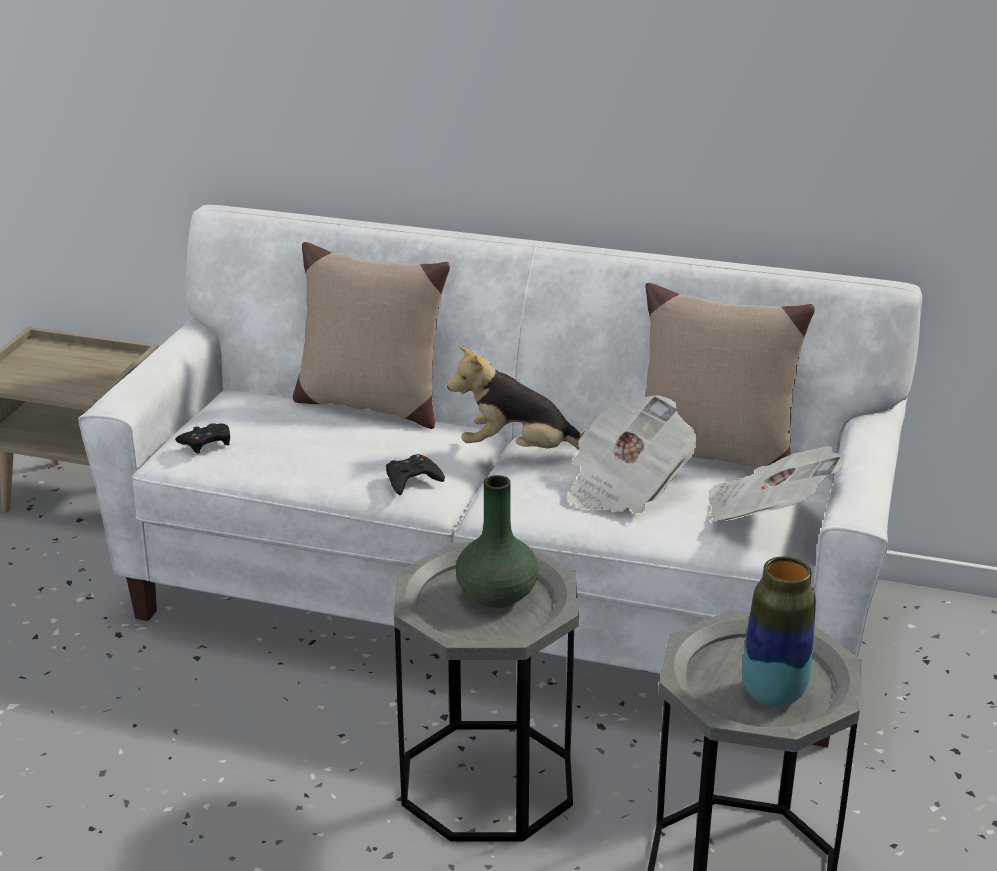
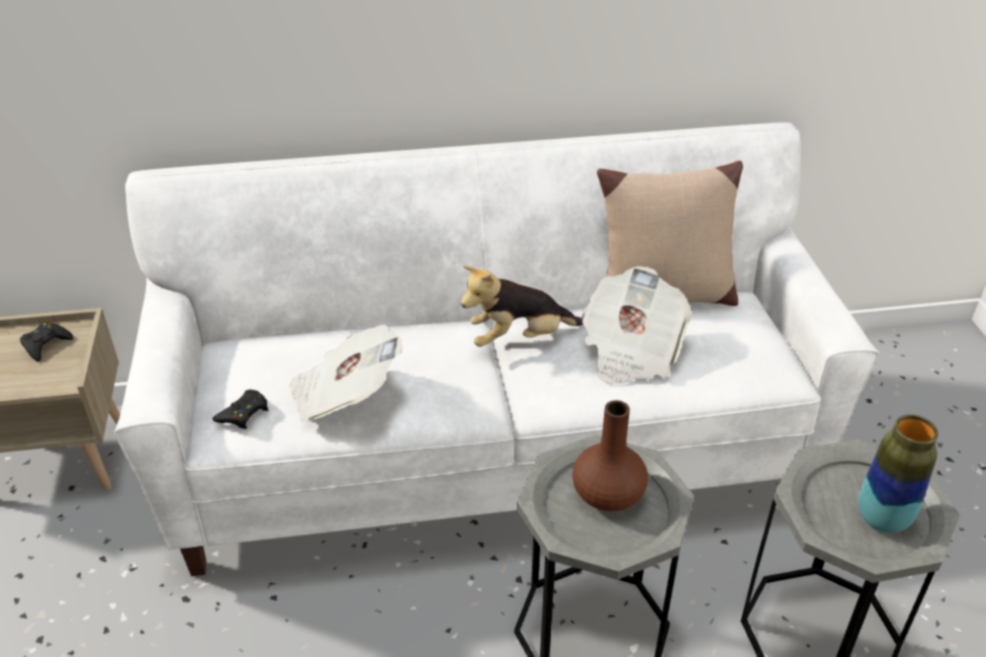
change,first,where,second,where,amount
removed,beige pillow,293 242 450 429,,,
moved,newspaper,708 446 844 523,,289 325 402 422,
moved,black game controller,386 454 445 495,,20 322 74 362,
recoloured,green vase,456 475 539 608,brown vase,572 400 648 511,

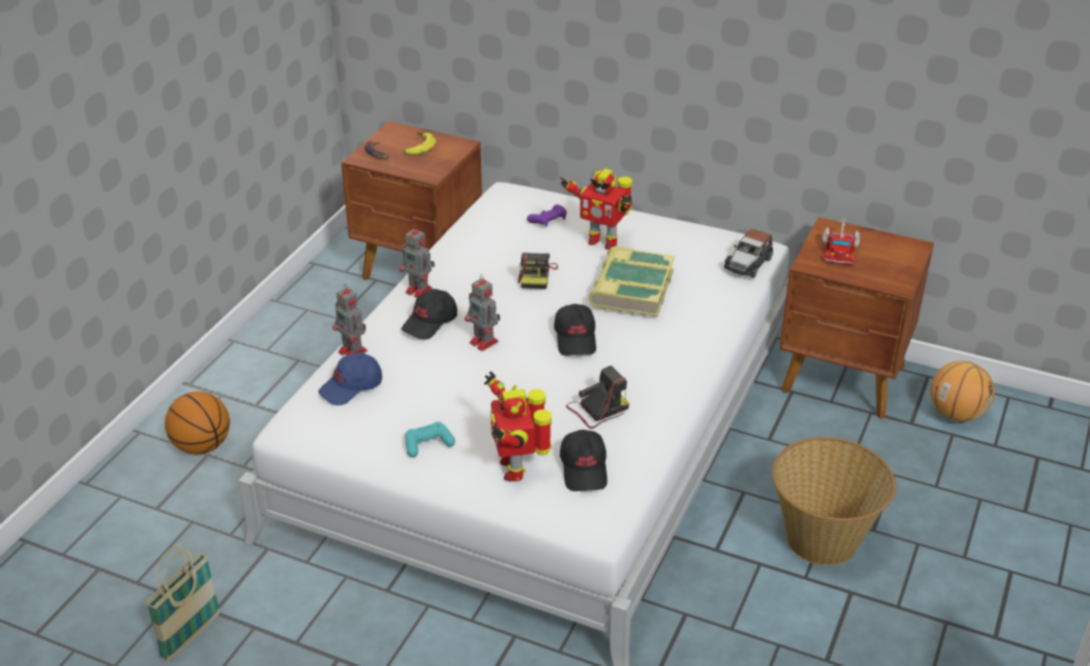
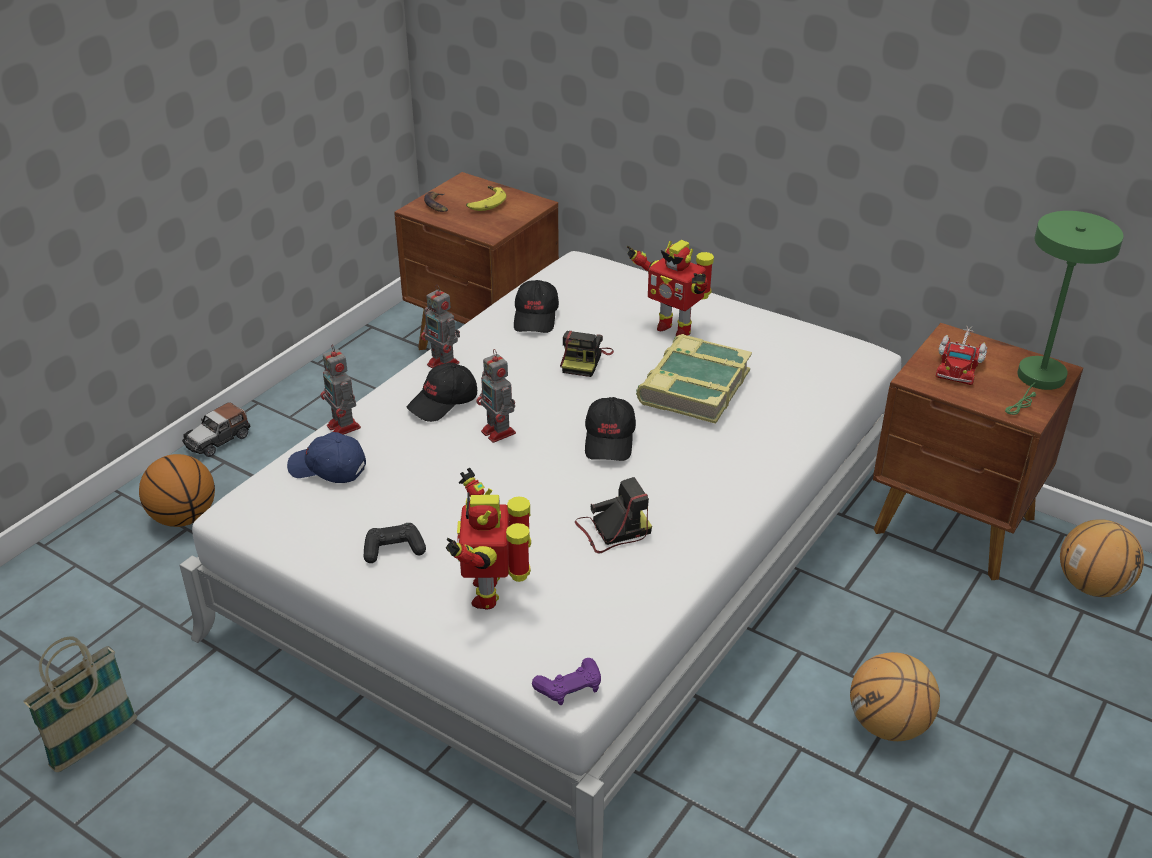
change,first,where,second,where,amount
moved,purple game controller,527 204 567 227,,532 658 601 705,
moved,toy car,724 229 773 278,,182 402 250 457,
turned,blue cap,318 352 382 405,,287 432 366 483,45 degrees clockwise
recoloured,turquoise game controller,405 422 455 457,black game controller,364 523 426 563,
moved,black cap,560 429 607 491,,514 280 559 333,
replaced,basket,772 437 896 565,basketball,850 652 940 741,
added,,,green table lamp,1005 211 1124 415,

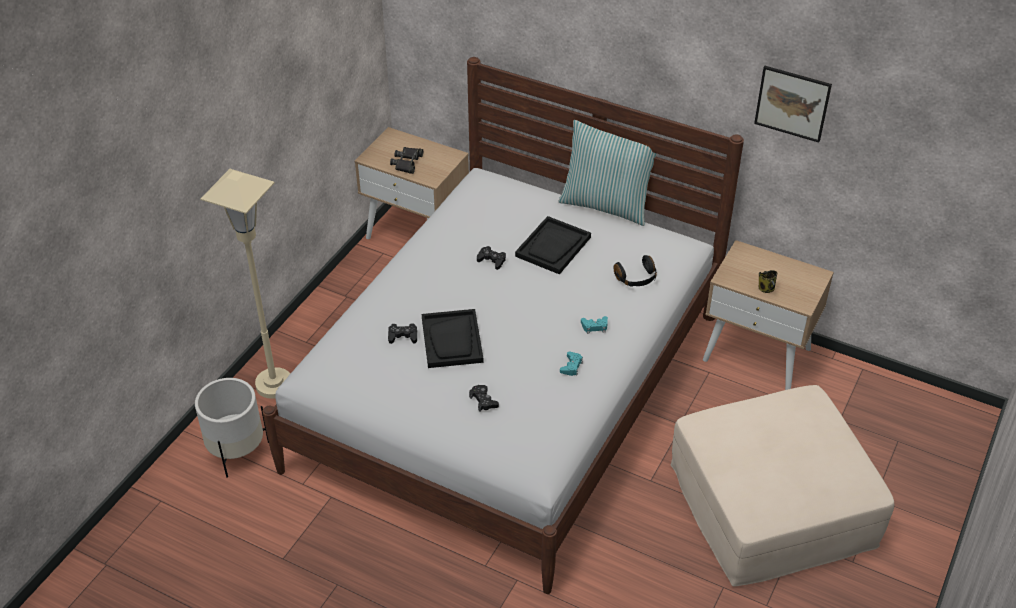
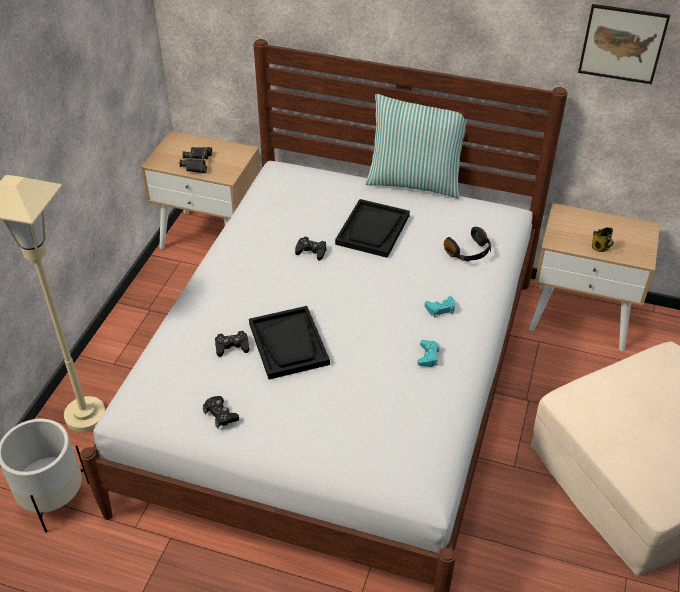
change,first,where,second,where,amount
moved,black game controller,469 385 499 412,,203 396 239 428,

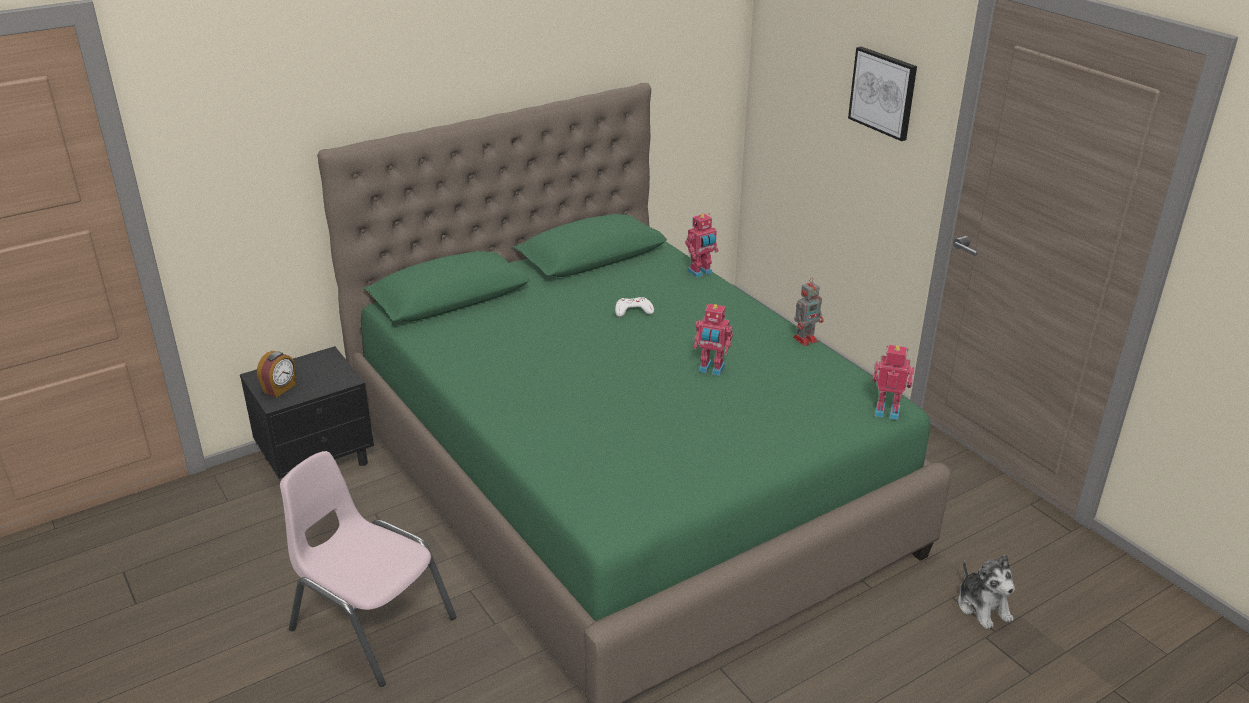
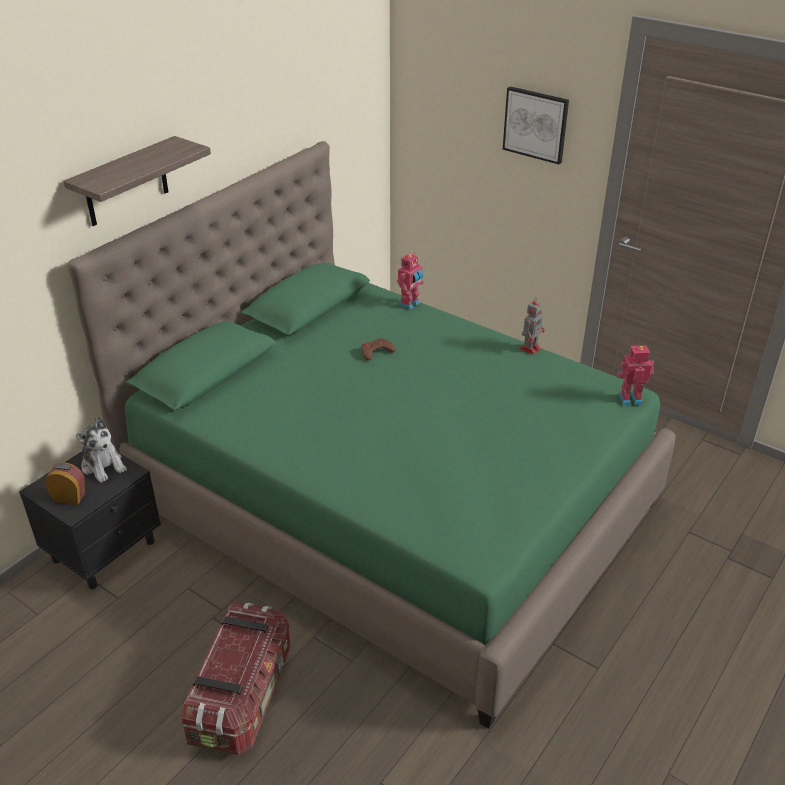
change,first,where,second,where,amount
recoloured,white game controller,615 297 654 317,brown game controller,361 338 396 361,
removed,toy robot,694 304 733 376,,,
turned,alarm clock,257 351 295 398,,45 462 85 505,90 degrees counterclockwise
replaced,pink chair,280 451 456 687,storage box,181 602 291 755,
moved,plush toy,958 554 1015 629,,76 417 127 483,
added,,,shelf,64 136 211 226,

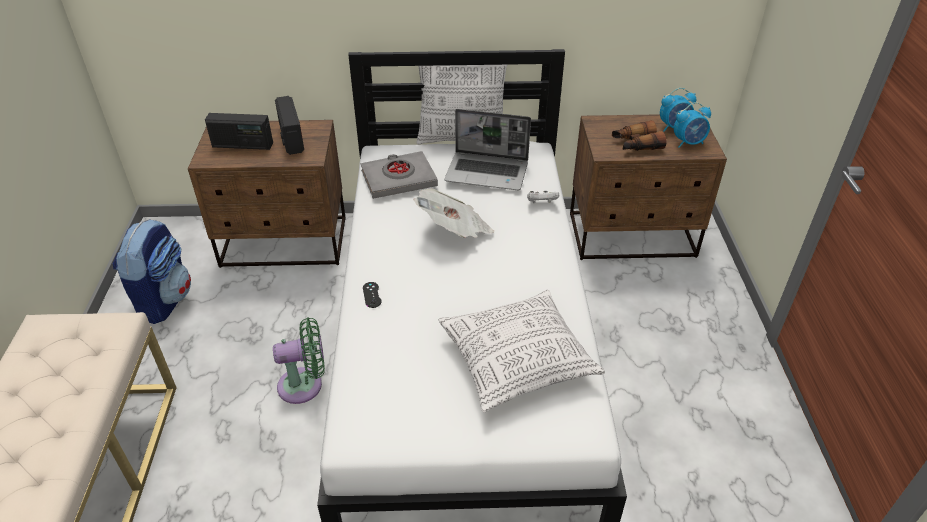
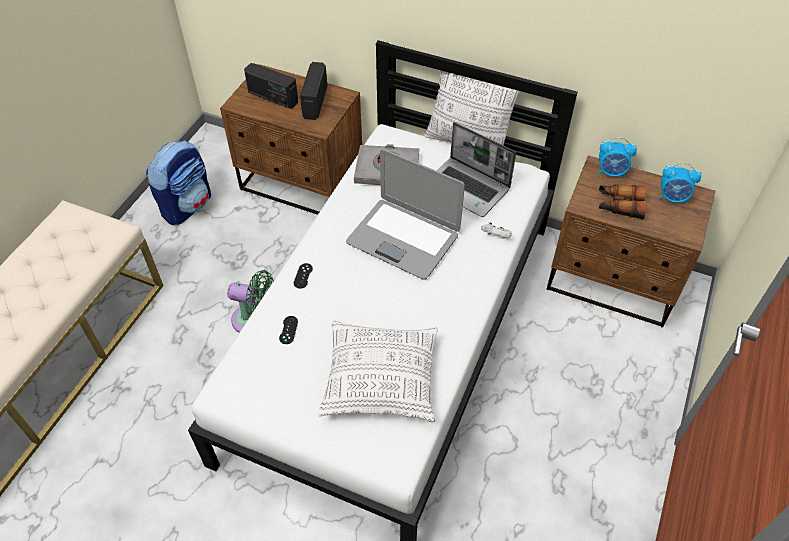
change,first,where,second,where,amount
moved,alarm clock,674 102 711 148,,597 137 637 178,
replaced,newspaper,413 189 494 238,laptop,346 149 465 280,
added,,,black game controller,279 316 298 344,

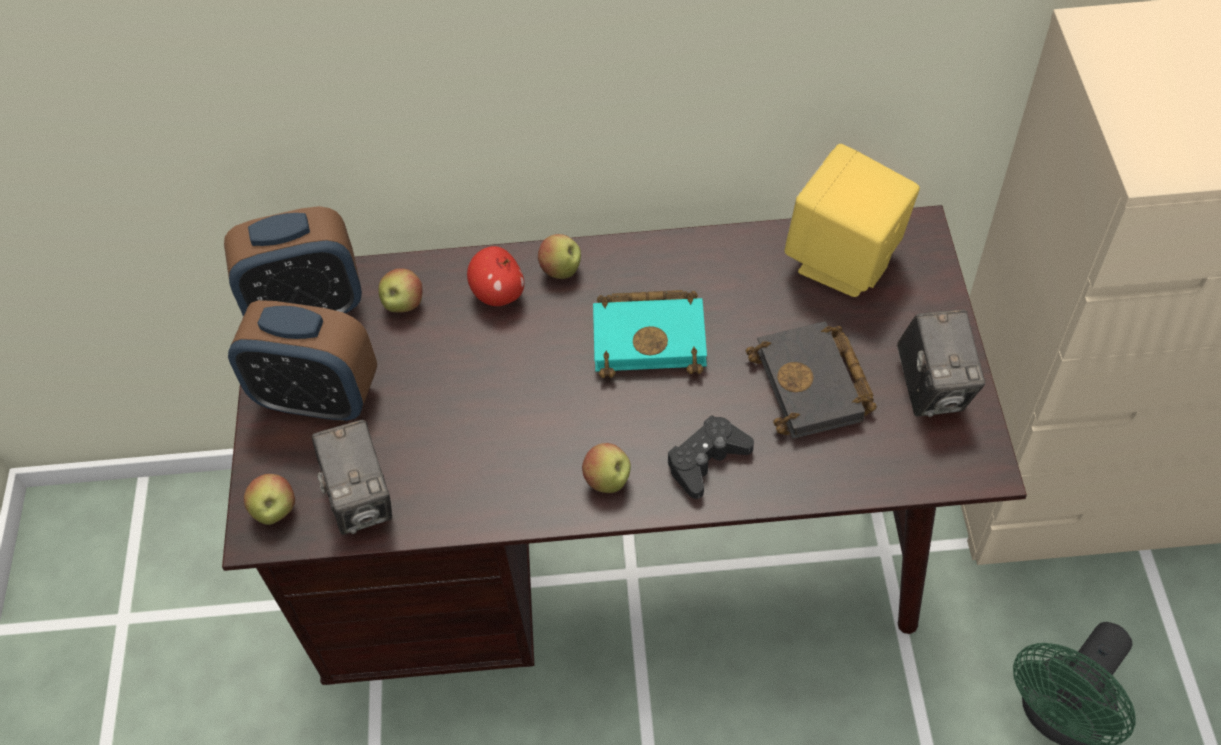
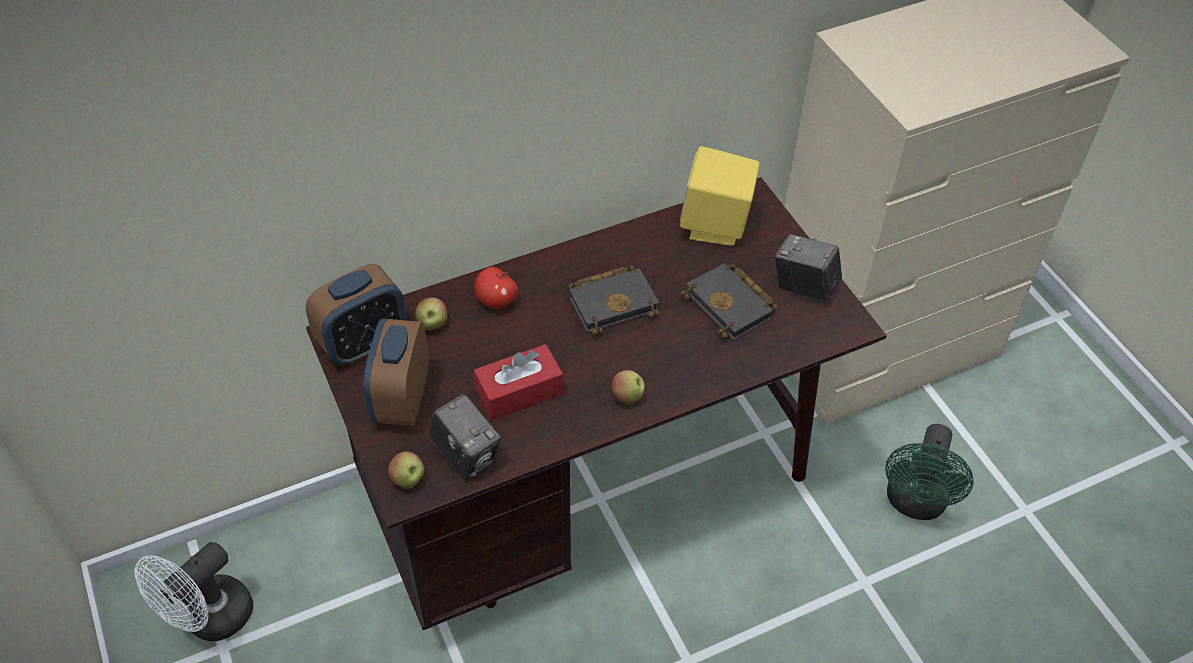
change,first,where,second,where,amount
removed,apple,538 234 581 279,,,
recoloured,turquoise book,593 290 707 378,black book,569 266 659 335,
turned,alarm clock,228 300 377 421,,363 318 429 426,105 degrees clockwise
turned,photo camera,897 309 986 417,,775 234 842 302,150 degrees clockwise
removed,black game controller,667 415 754 499,,,
added,,,red tissue box,473 344 563 420,
added,,,white fan,135 542 253 641,

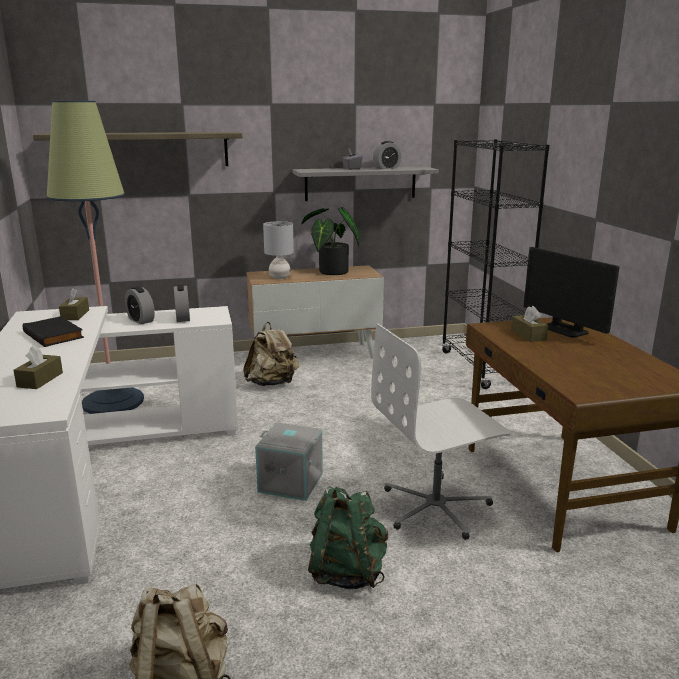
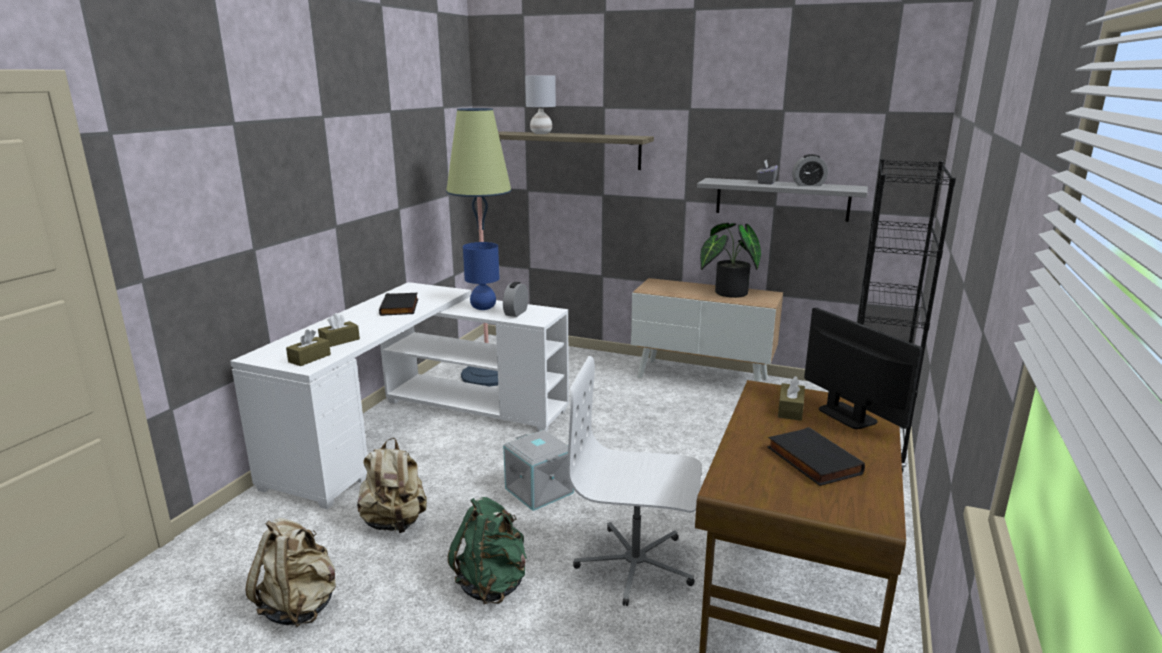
change,first,where,second,where,amount
moved,grey table lamp,263 221 294 279,,525 76 556 134,
turned,monitor,524 247 620 338,,804 307 923 429,150 degrees clockwise
replaced,alarm clock,125 286 155 325,blue table lamp,463 242 500 310,
moved,brown tissue box,59 288 89 320,,286 329 331 366,
moved,beige backpack,243 322 299 386,,357 438 427 533,
added,,,black book,767 427 865 486,

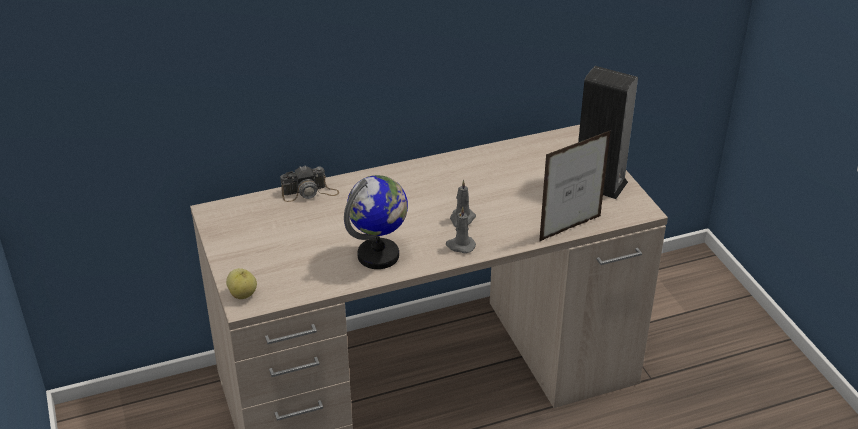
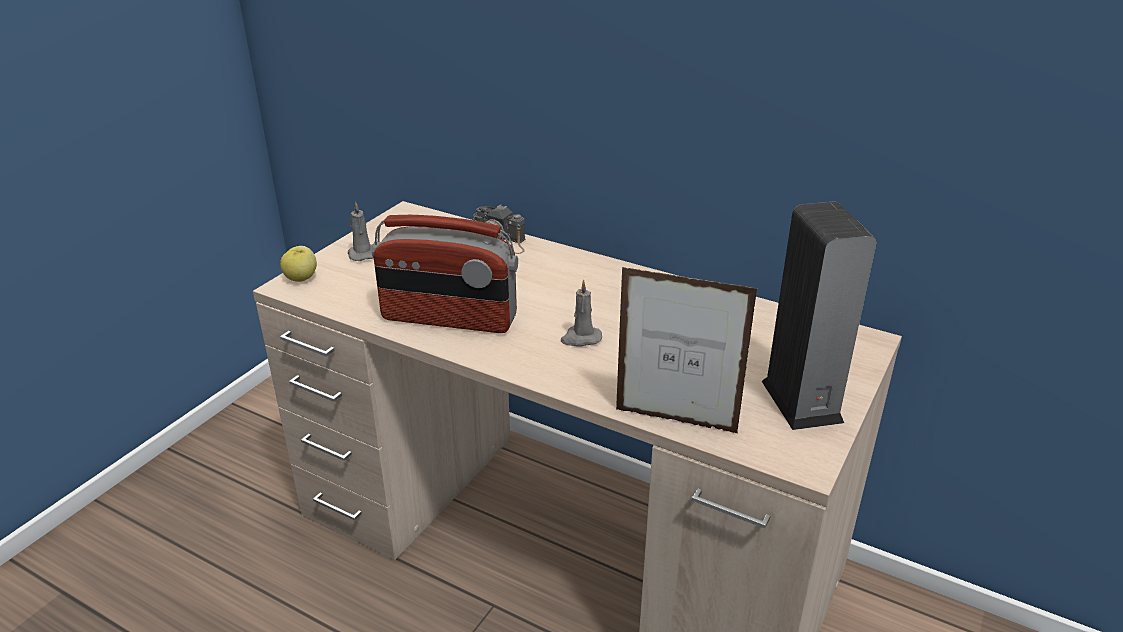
change,first,where,second,where,amount
replaced,globe,344 175 408 269,radio,372 215 518 333,
moved,grey candle,446 207 476 253,,348 201 374 261,

